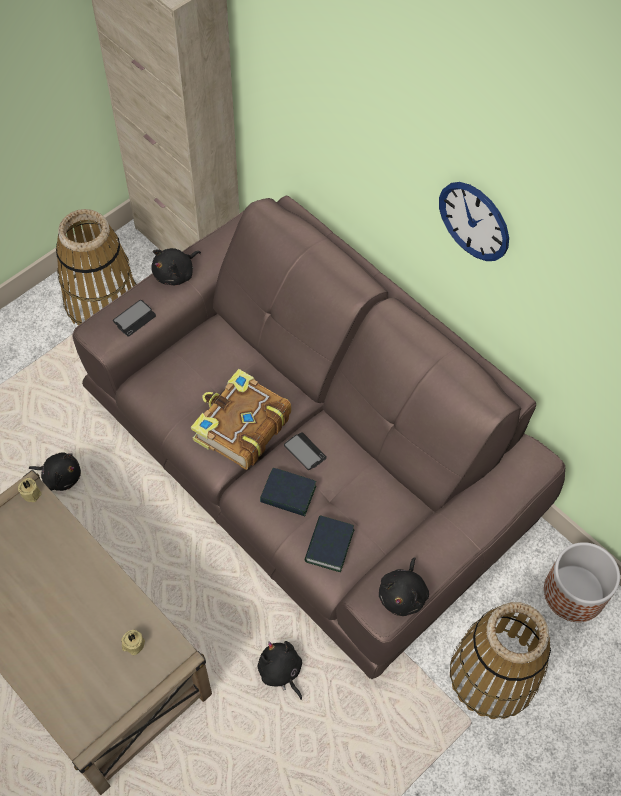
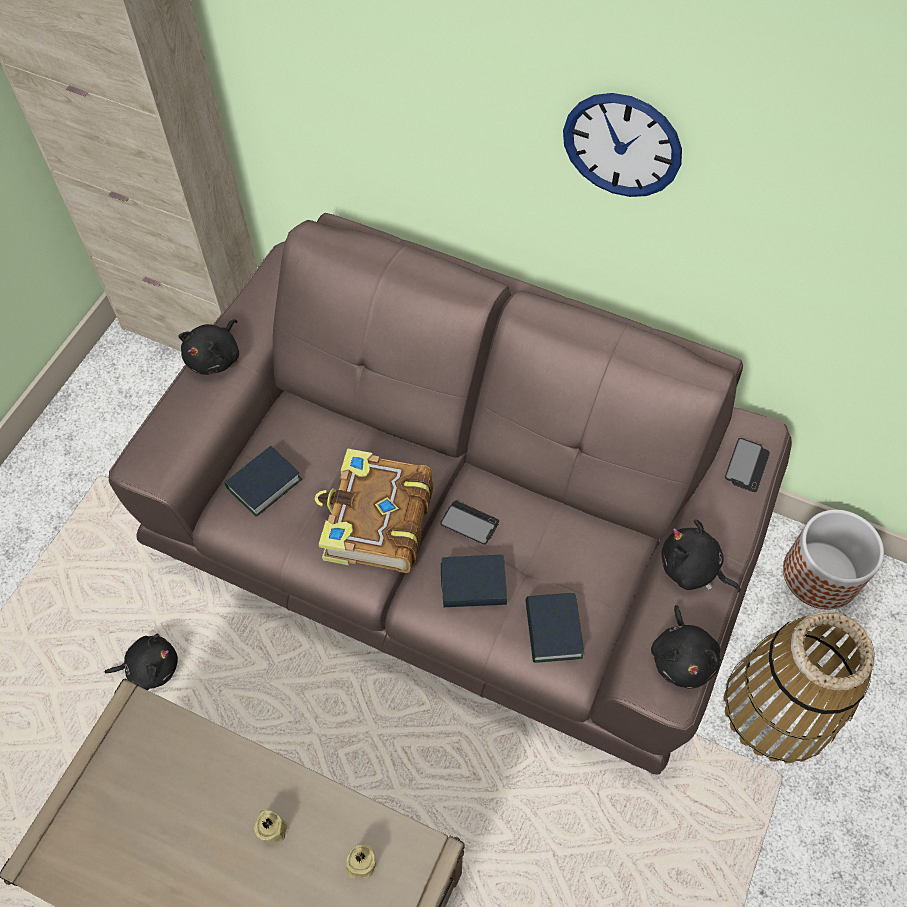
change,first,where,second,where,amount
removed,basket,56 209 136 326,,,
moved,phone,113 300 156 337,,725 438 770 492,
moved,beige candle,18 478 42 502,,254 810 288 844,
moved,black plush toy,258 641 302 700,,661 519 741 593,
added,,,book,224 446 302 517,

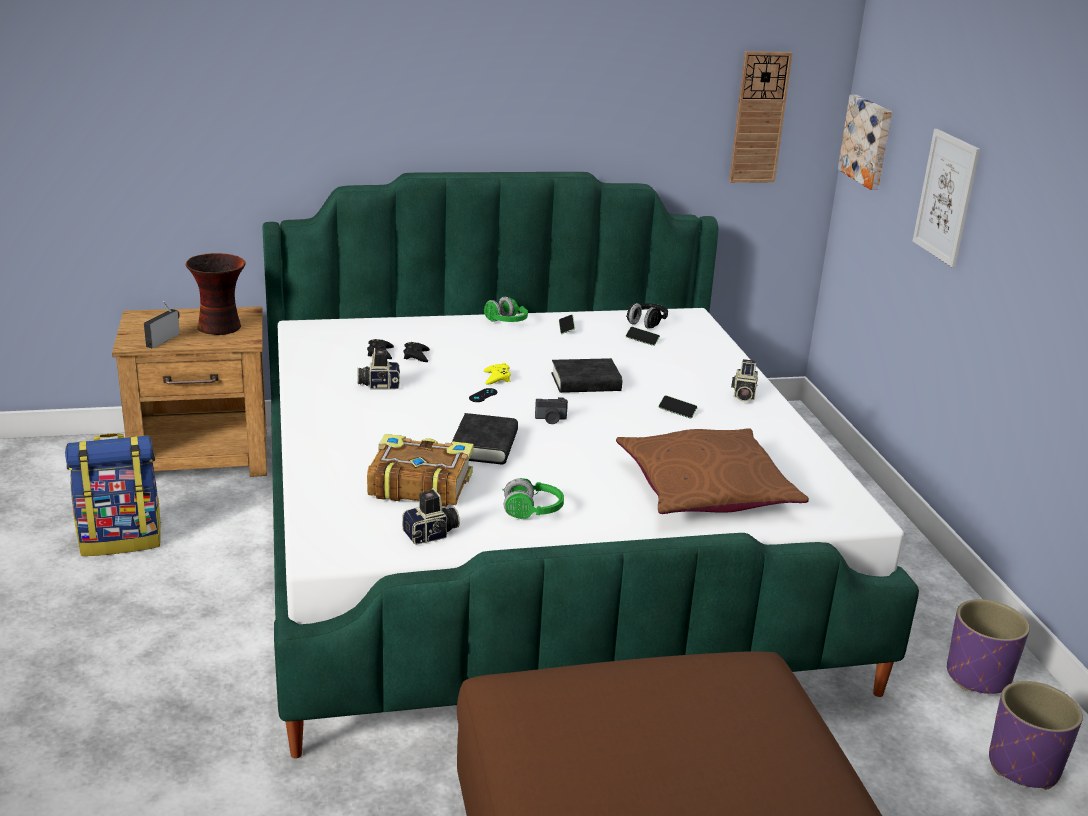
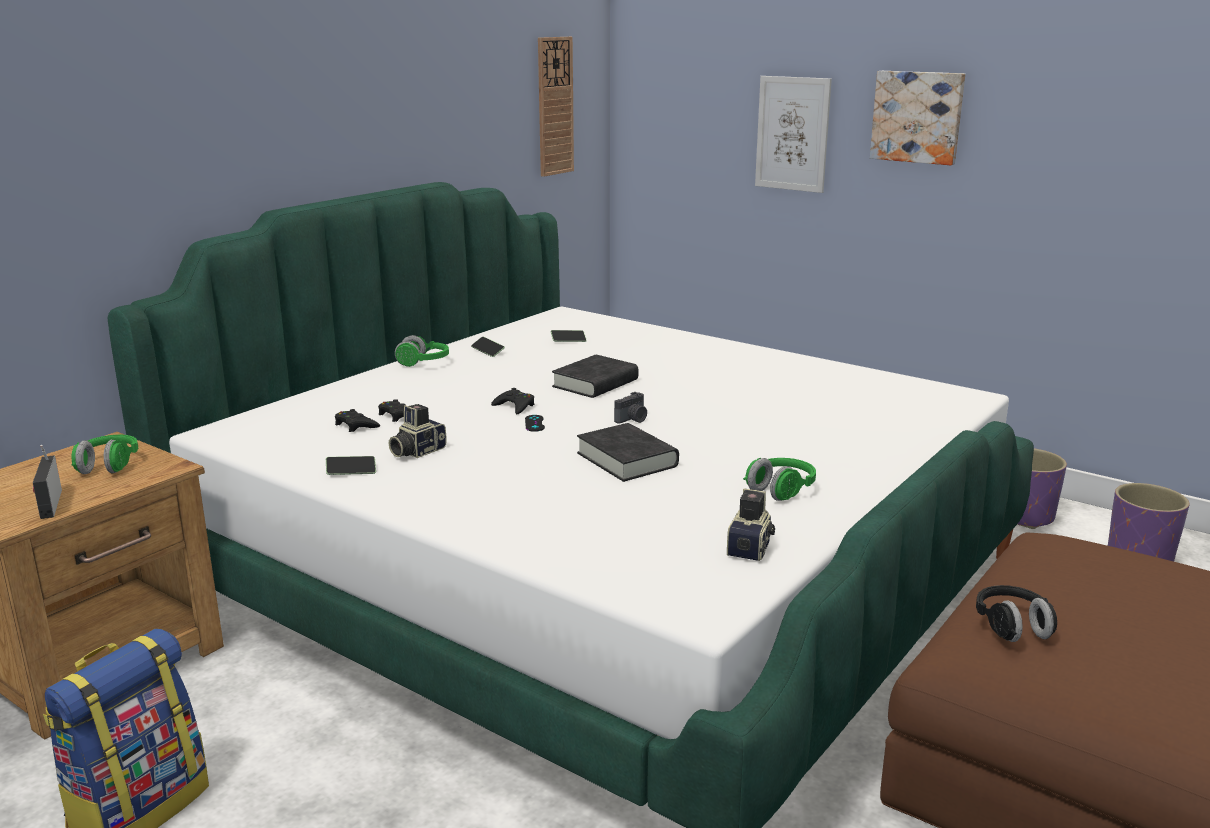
change,first,where,second,where,amount
moved,picture,838 95 892 190,,870 71 965 165,
replaced,vase,186 253 246 335,green headphones,72 435 138 474,
moved,black headphones,626 303 668 329,,976 585 1057 642,
removed,photo camera,731 359 758 402,,,
recoloured,yellow game controller,484 363 511 385,black game controller,491 388 534 414,
moved,phone,658 395 698 418,,326 456 376 475,
removed,brown pillow,616 428 809 514,,,
removed,book,367 434 474 507,,,

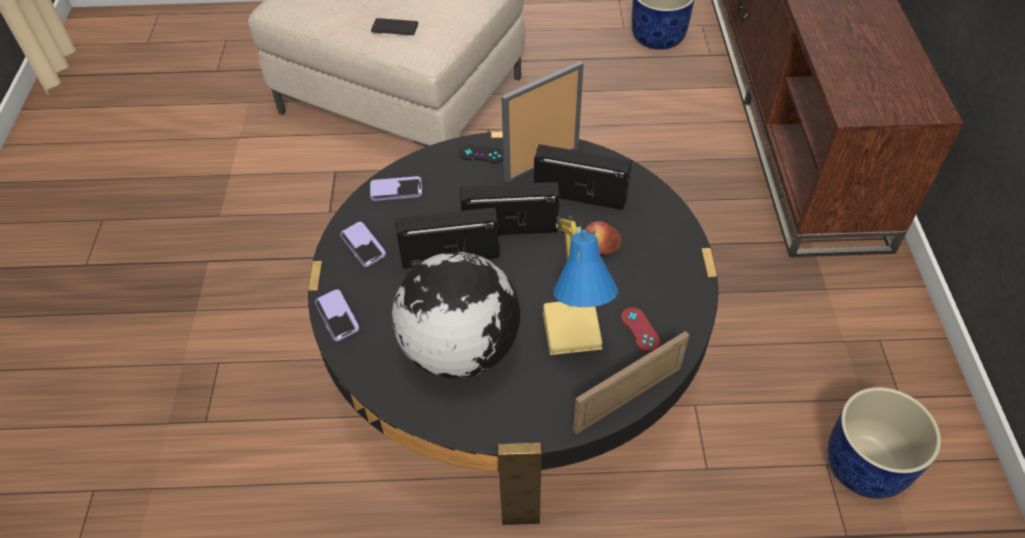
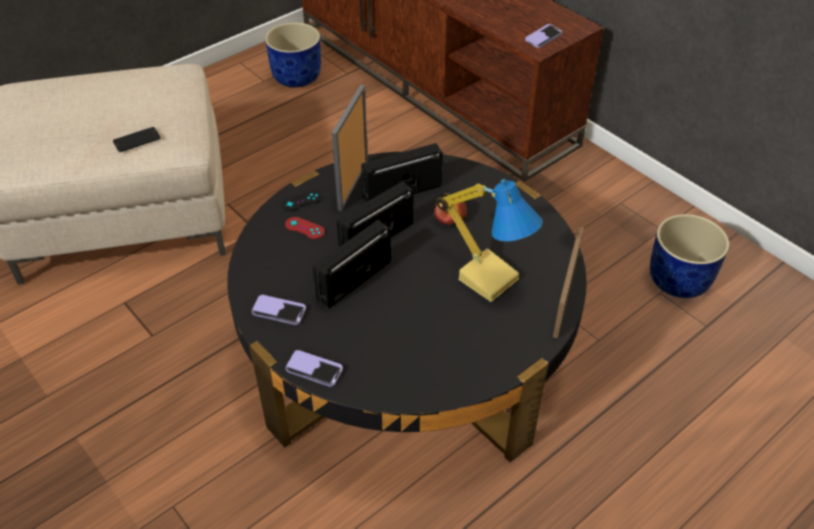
change,first,where,second,where,amount
moved,phone,370 176 422 201,,525 24 563 48,
removed,globe,392 252 520 379,,,
moved,red game controller,621 307 660 351,,285 217 325 239,

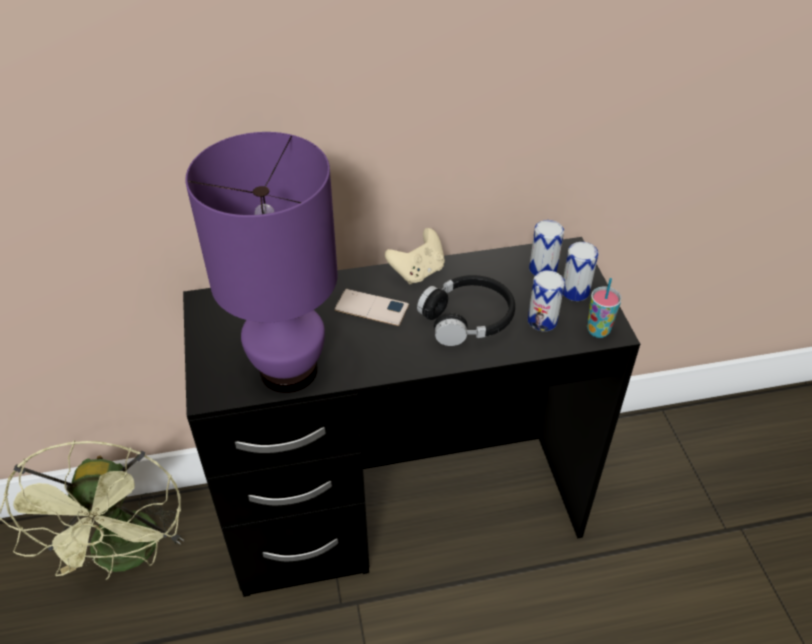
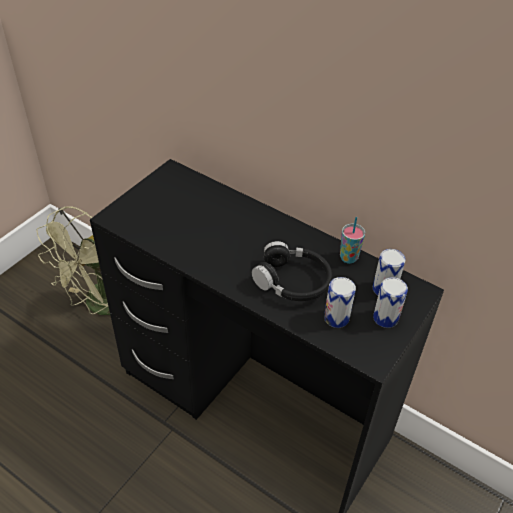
change,first,where,second,where,amount
removed,purple table lamp,185 132 338 393,,,
removed,beige game controller,385 228 445 284,,,
moved,cup,587 278 622 338,,340 217 365 264,
removed,phone,334 289 409 326,,,

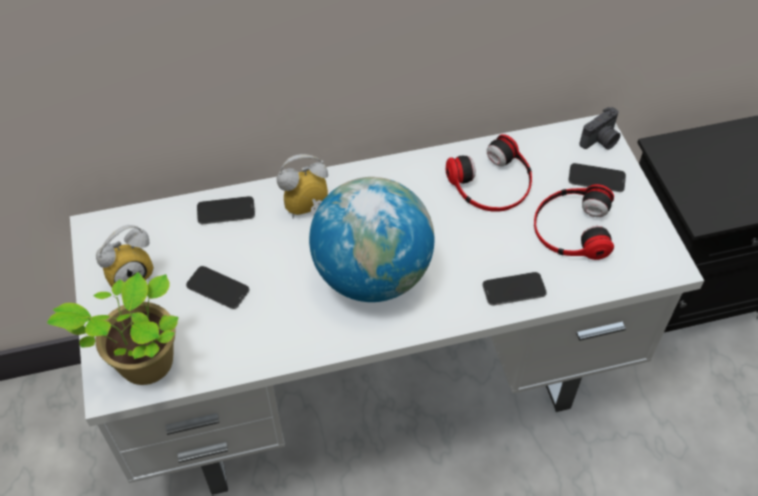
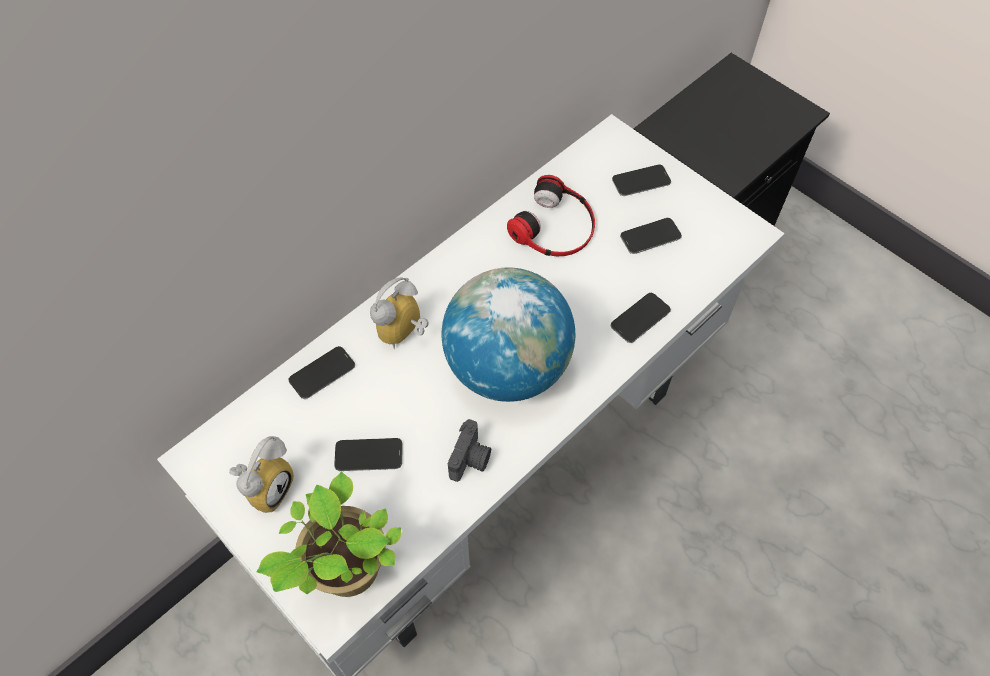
change,first,where,second,where,amount
moved,photo camera,579 107 620 150,,448 419 491 482,
replaced,headphones,534 184 614 260,phone,620 218 682 254,

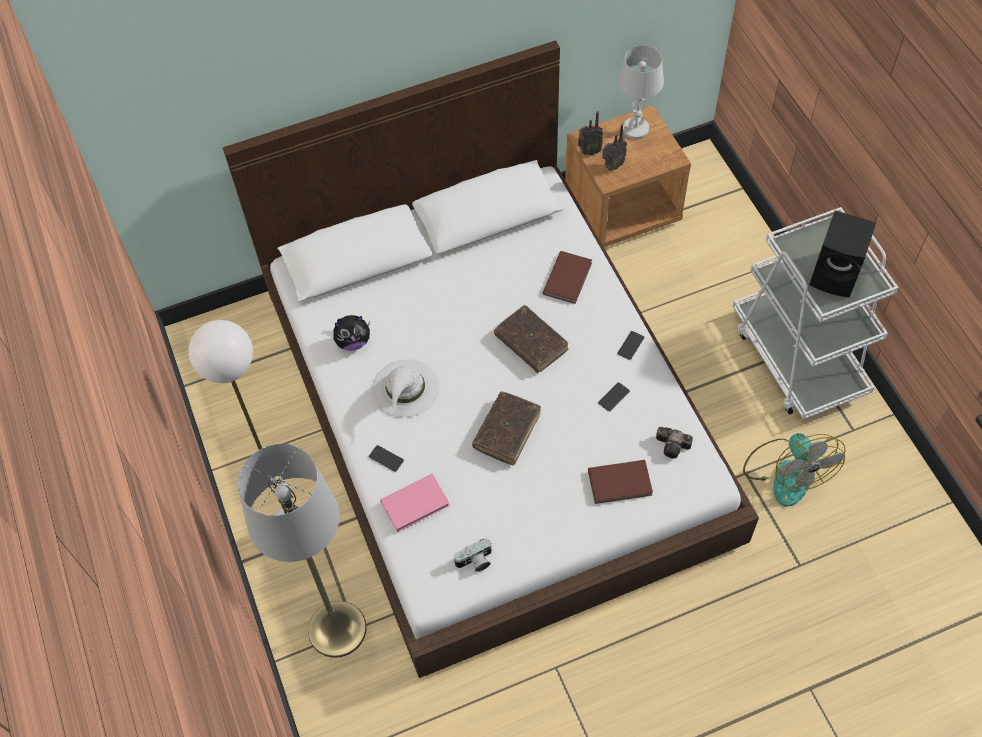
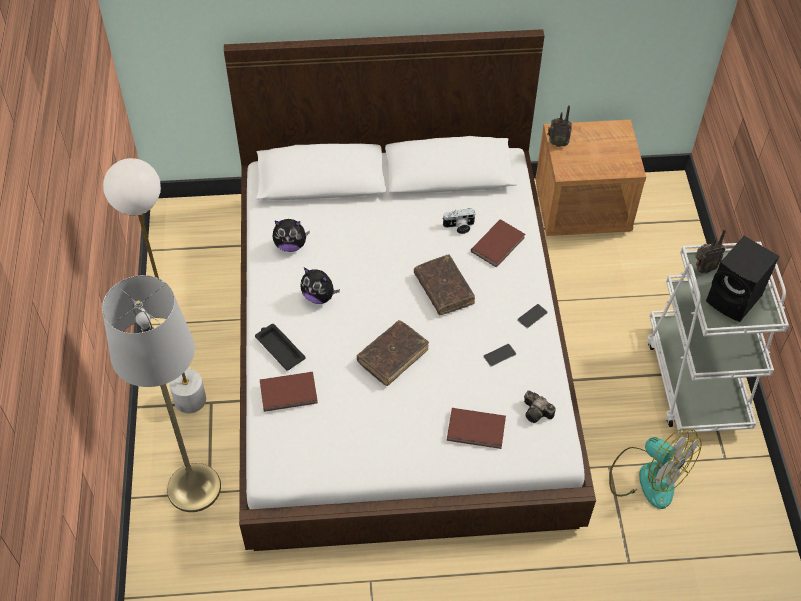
change,first,where,second,where,amount
removed,white table lamp,618 45 664 139,,,
moved,radio,602 124 627 171,,695 228 726 273,
replaced,white hat,372 359 439 418,plush toy,300 268 340 304,
turned,fan,743 433 845 507,,609 429 702 509,45 degrees counterclockwise
replaced,phone,368 445 404 472,black tray,255 324 305 371,
recoloured,pink book,380 474 450 532,brown book,260 372 318 412,
moved,photo camera,453 538 492 572,,442 208 476 234,

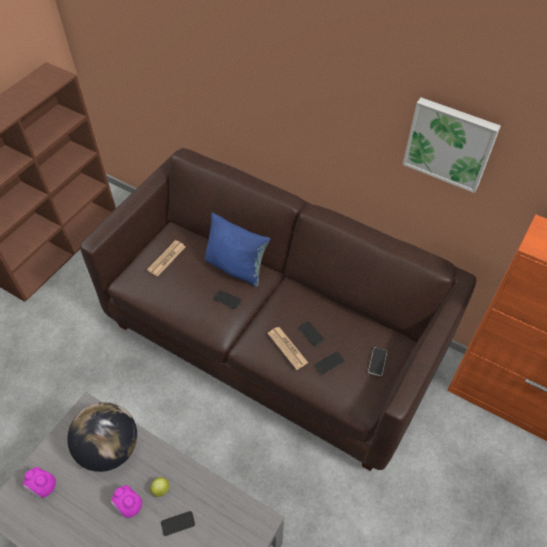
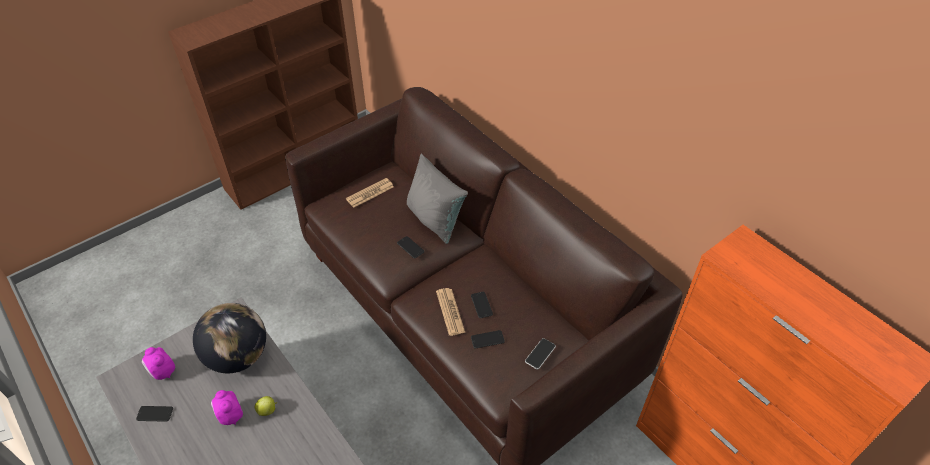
change,first,where,second,where,amount
removed,picture,403 97 501 193,,,
recoloured,blue pillow,205 212 270 287,grey pillow,407 154 468 244,
moved,phone,161 511 195 536,,136 406 173 422,

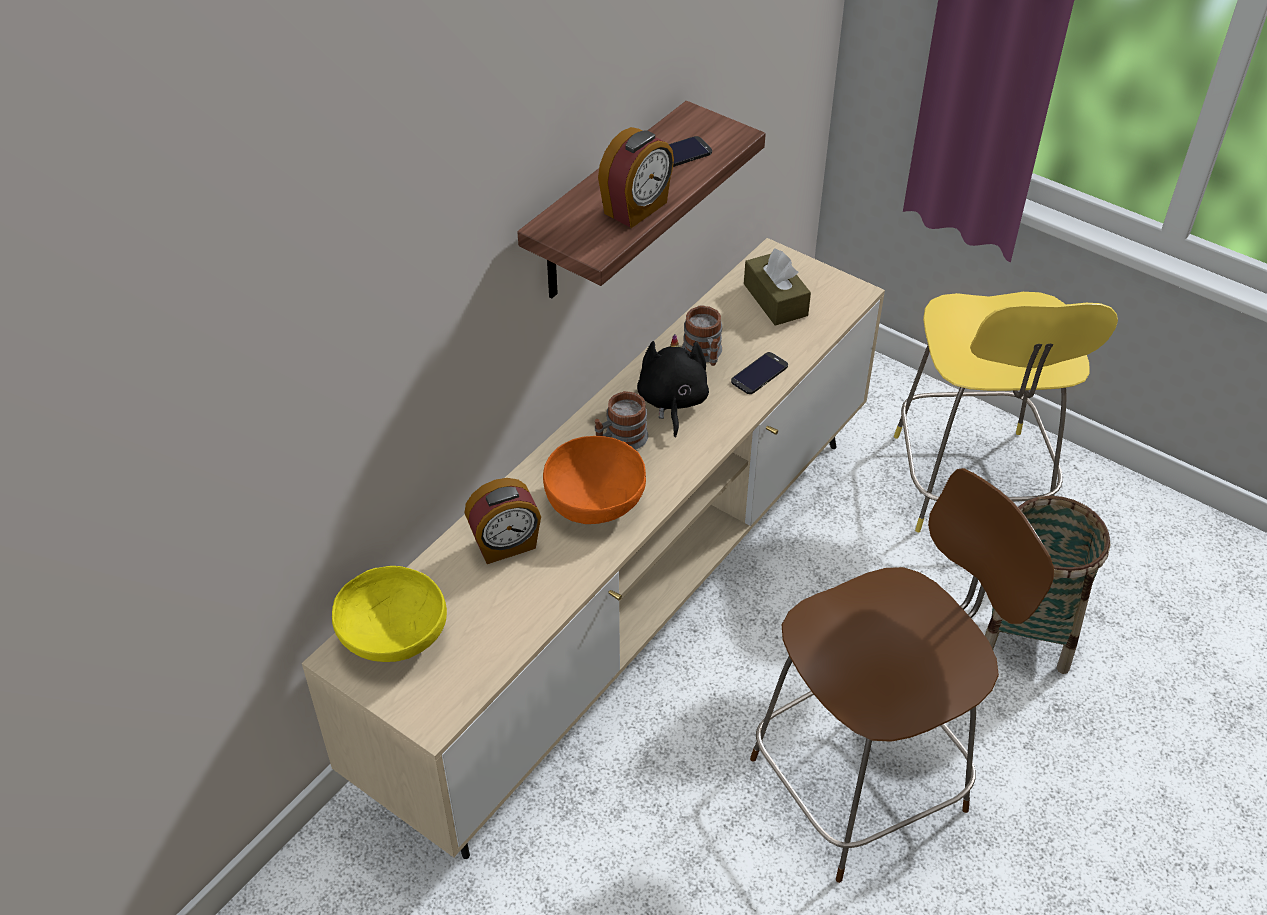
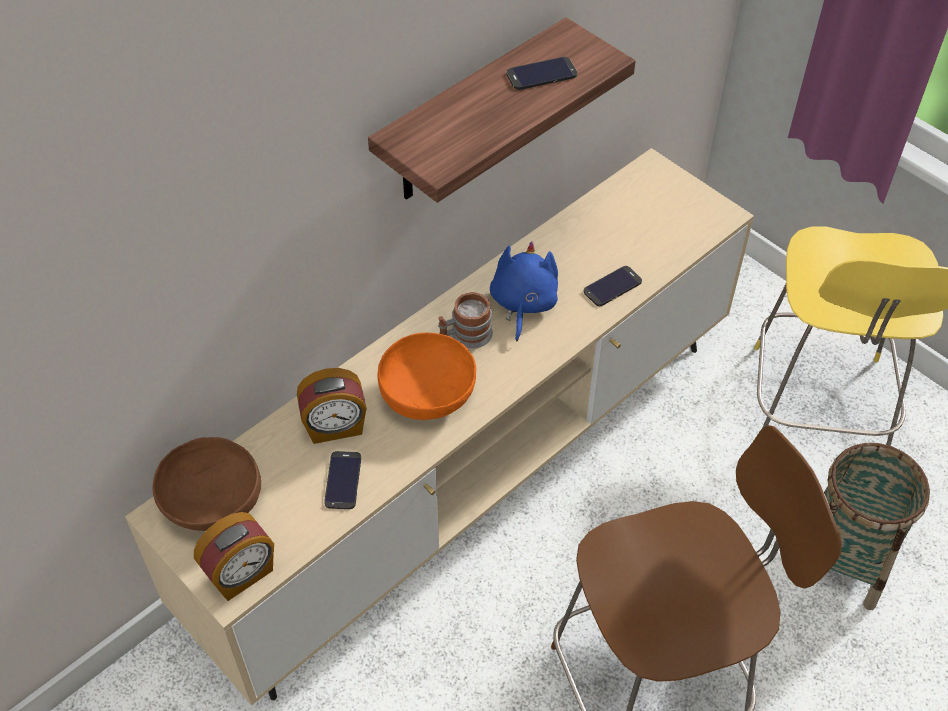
change,first,where,second,where,amount
moved,alarm clock,598 127 674 228,,194 512 274 601,
removed,brown tissue box,744 248 811 326,,,
removed,mug,682 305 722 366,,,
recoloured,black plush toy,637 334 709 437,blue plush toy,490 241 558 341,
recoloured,yellow bowl,332 566 447 662,brown bowl,153 437 261 531,
added,,,phone,324 451 361 509,

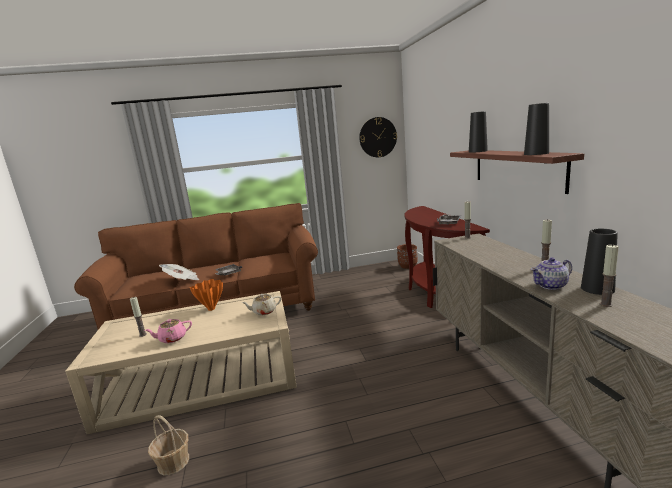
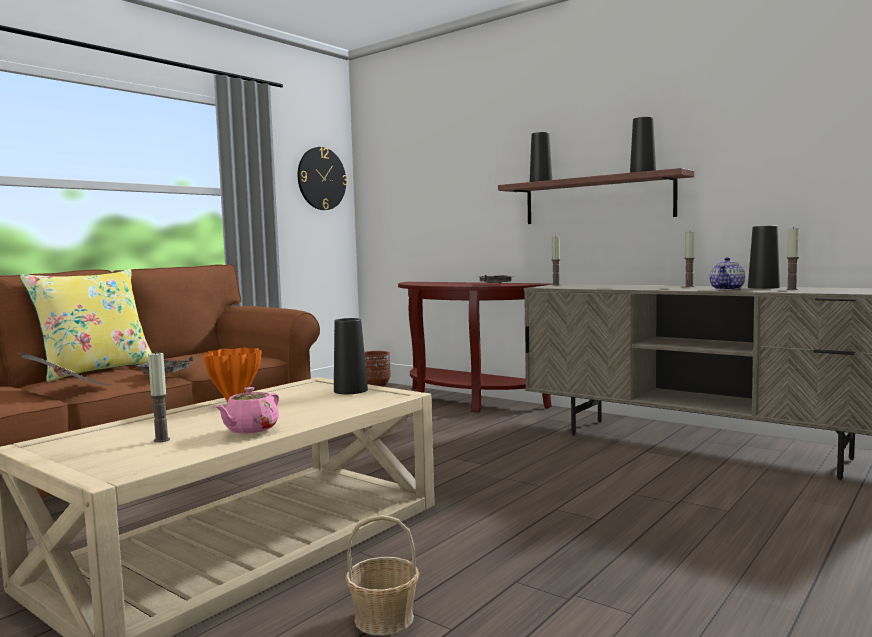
change,first,where,second,where,amount
replaced,beige teapot,242 294 281 315,black vase,334 318 368 394,
added,,,yellow pillow,20 269 152 382,

